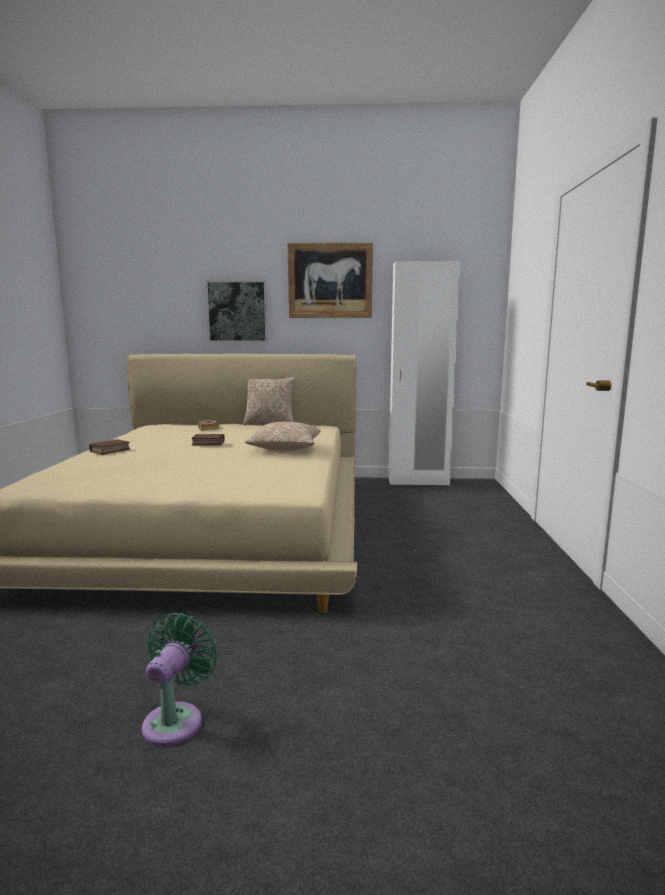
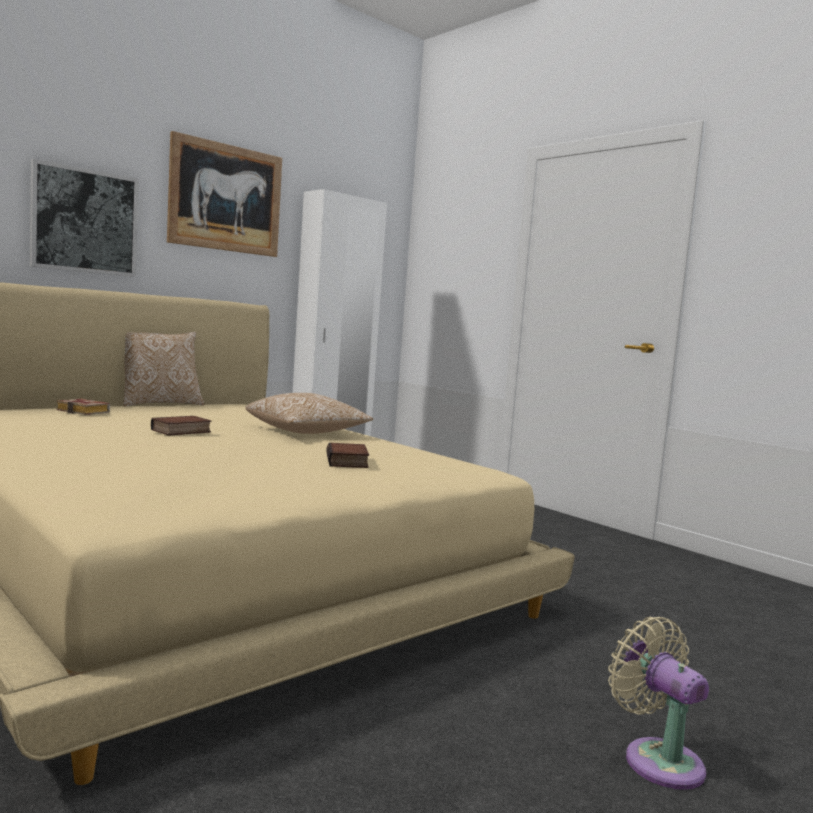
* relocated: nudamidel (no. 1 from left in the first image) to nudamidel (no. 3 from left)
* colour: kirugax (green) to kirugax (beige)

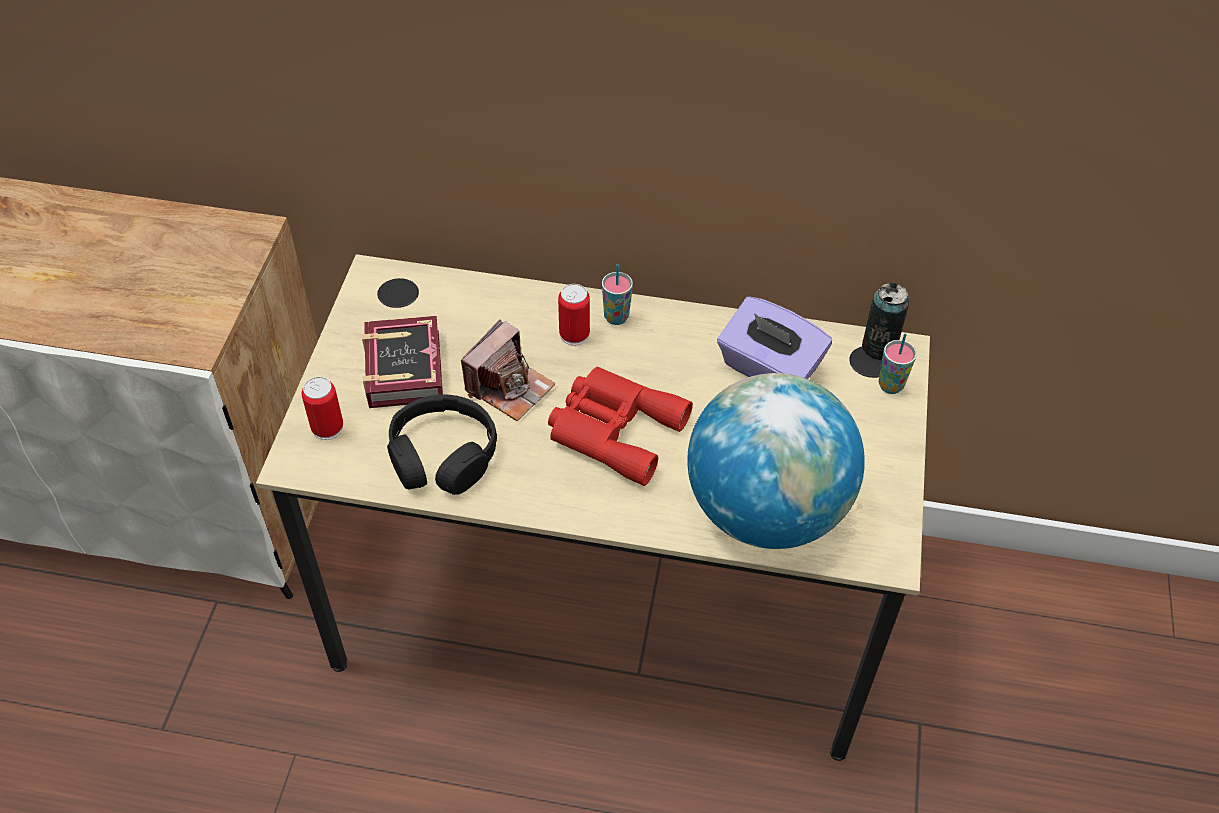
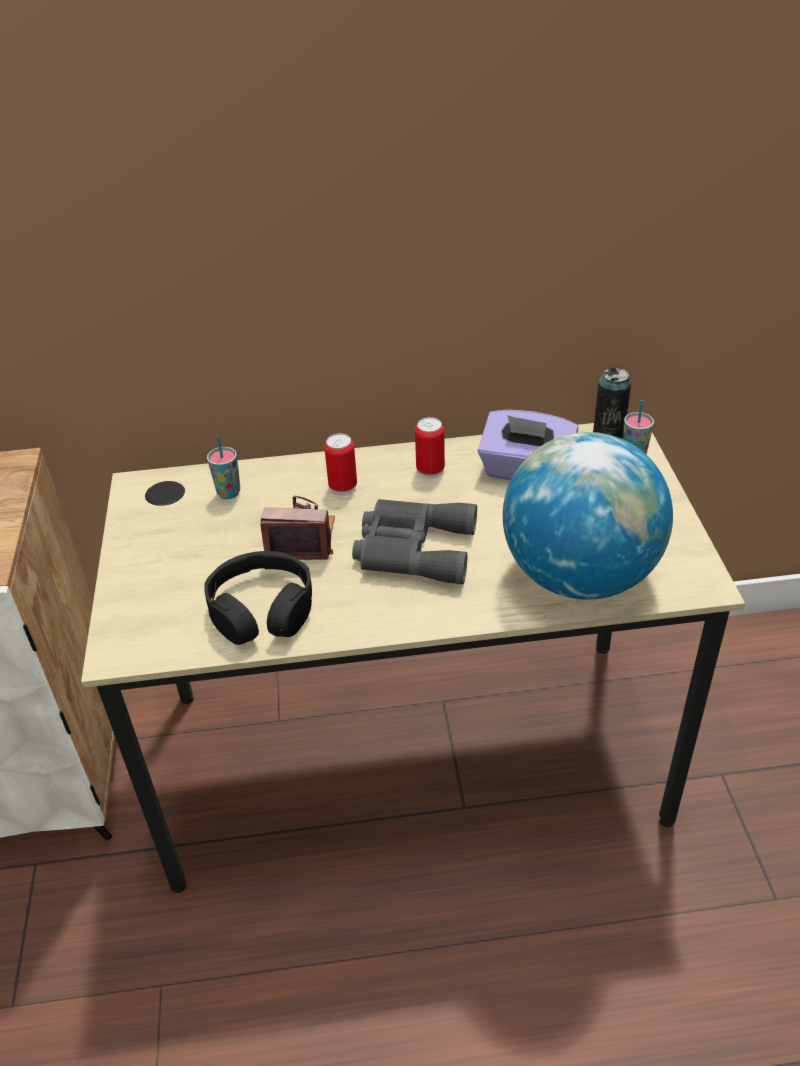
* relocated: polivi (no. 1 from left in the first image) to polivi (no. 2 from left)
* missing: nudamidel
* spun: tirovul 105 degrees counterclockwise
* colour: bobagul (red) to bobagul (grey)
* relocated: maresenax (no. 1 from left)

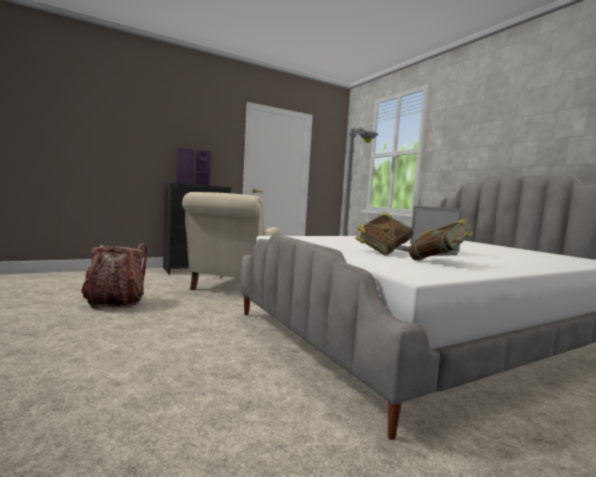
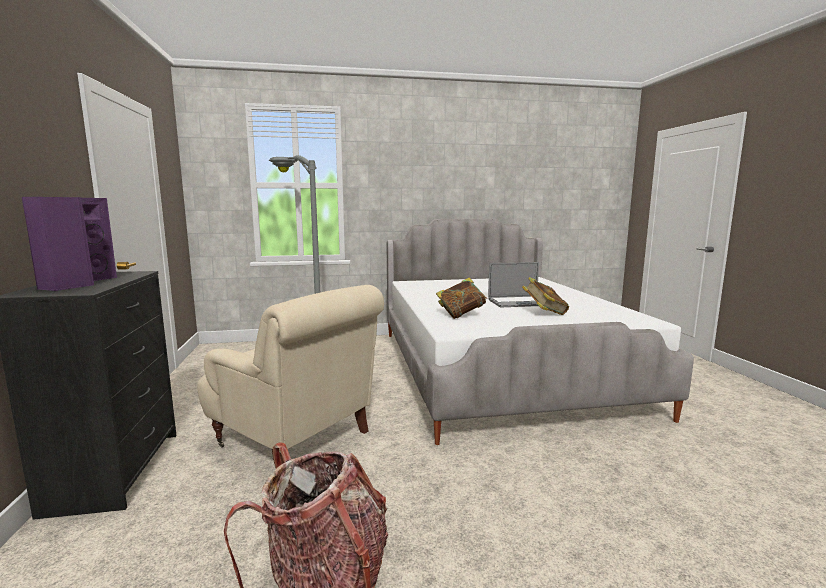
* relocated: nudamidel (no. 2 from left in the first image) to nudamidel (no. 1 from left)

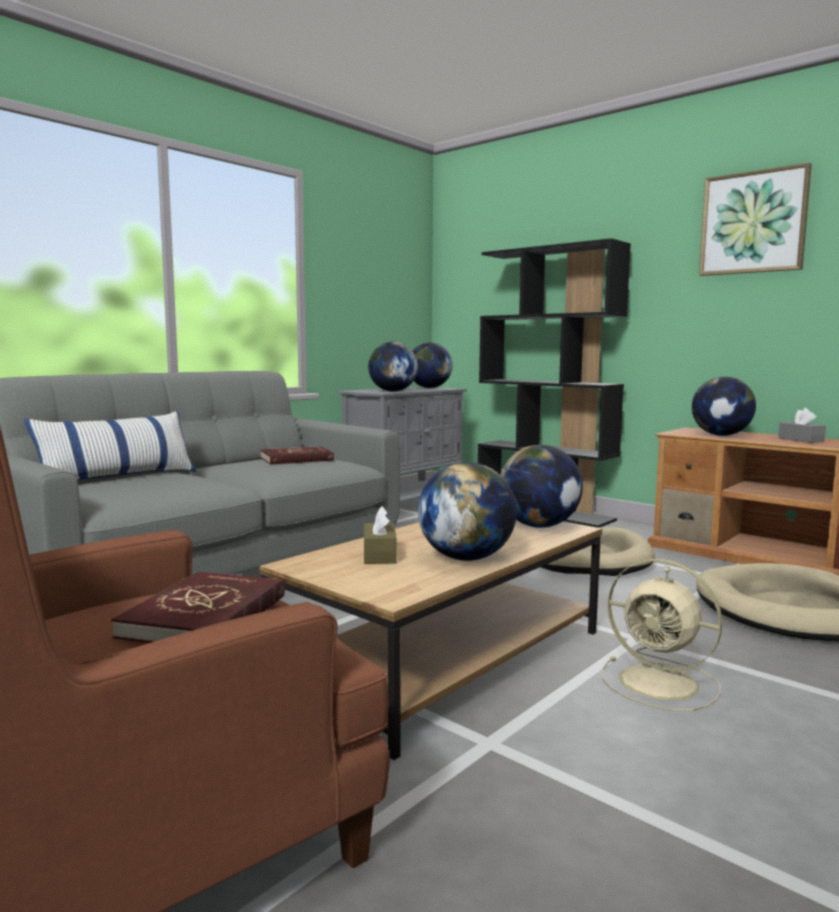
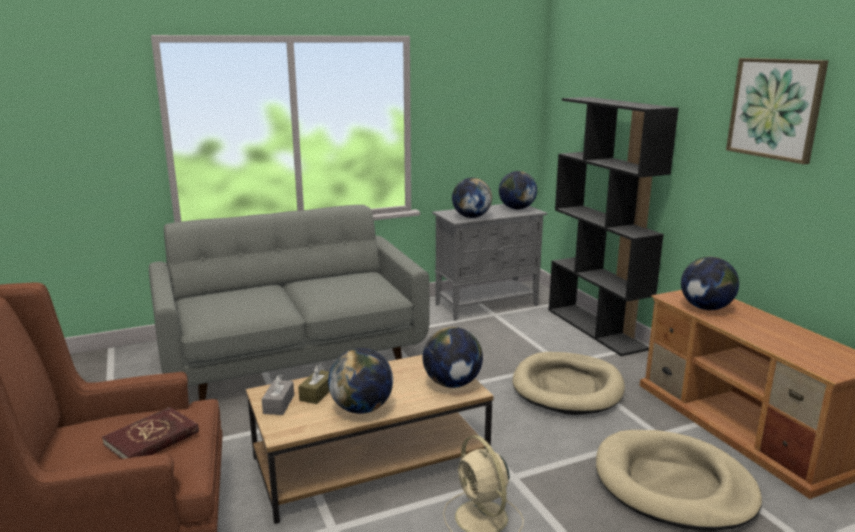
* missing: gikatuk
* missing: nudamidel (red) (no. 2 from left)
* relocated: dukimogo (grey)

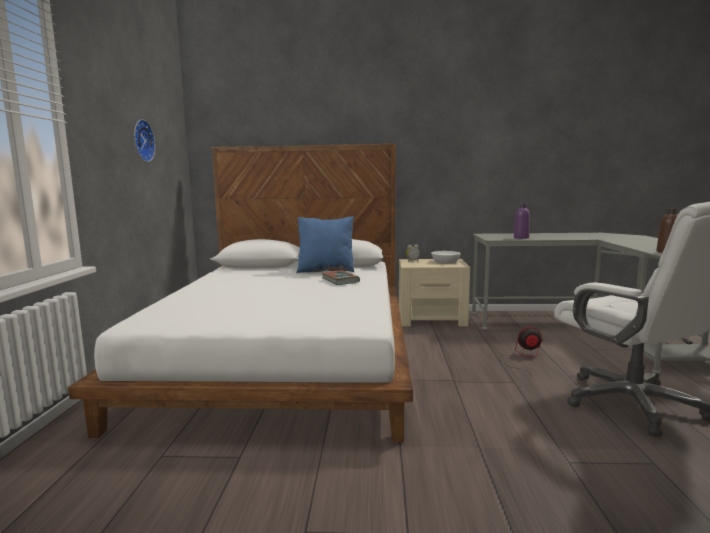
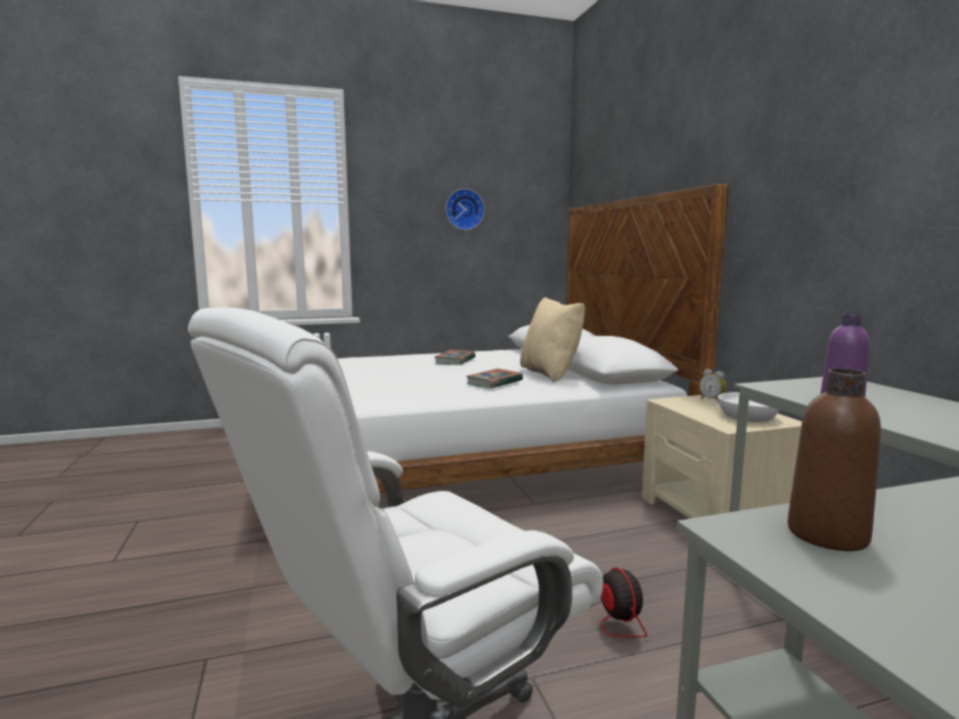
* colour: gikatuk (blue) to gikatuk (beige)
* appeared: nudamidel (no. 1 from left)

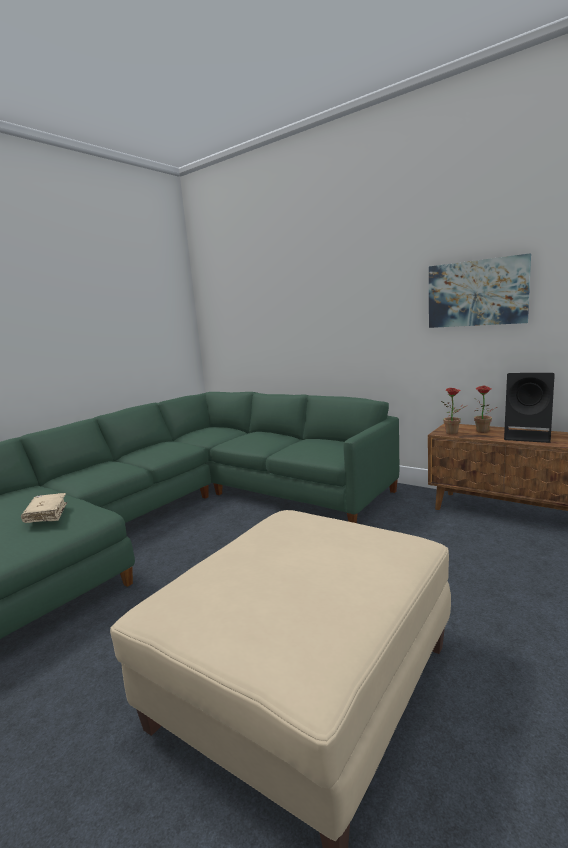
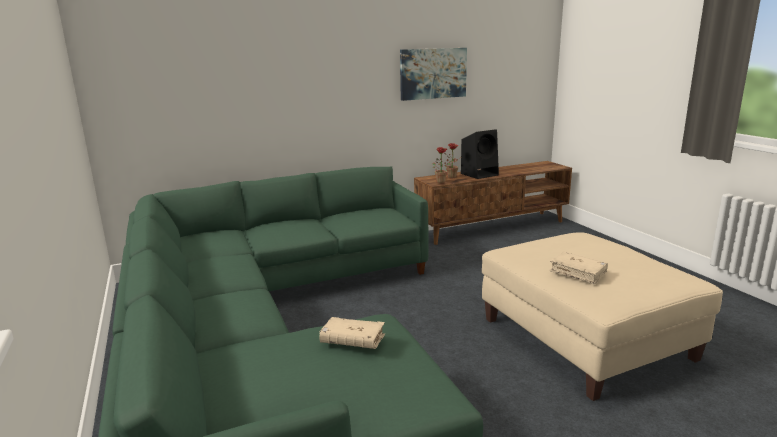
* appeared: nudamidel (beige) (no. 2 from left)

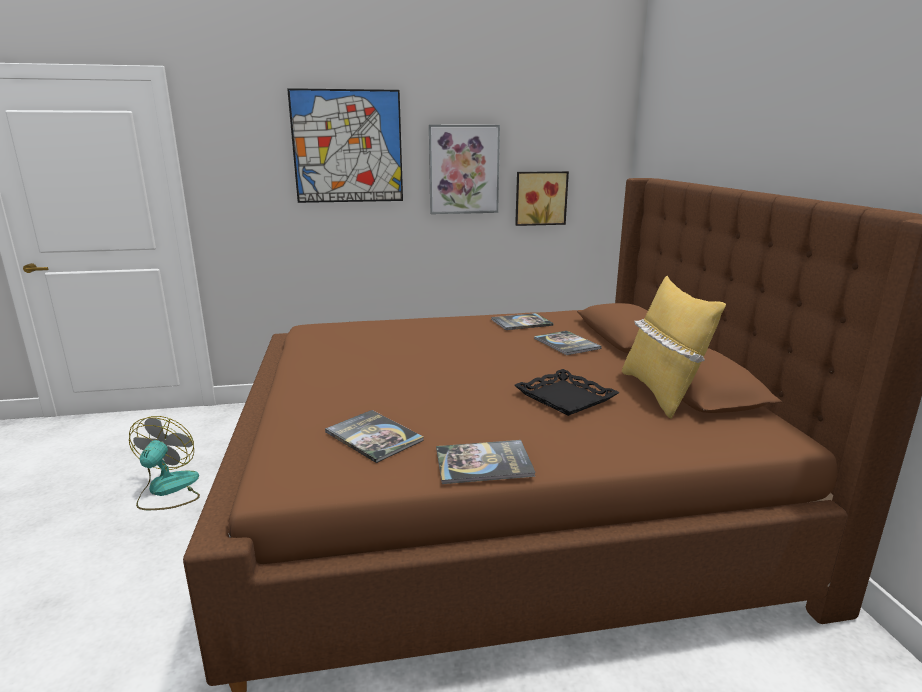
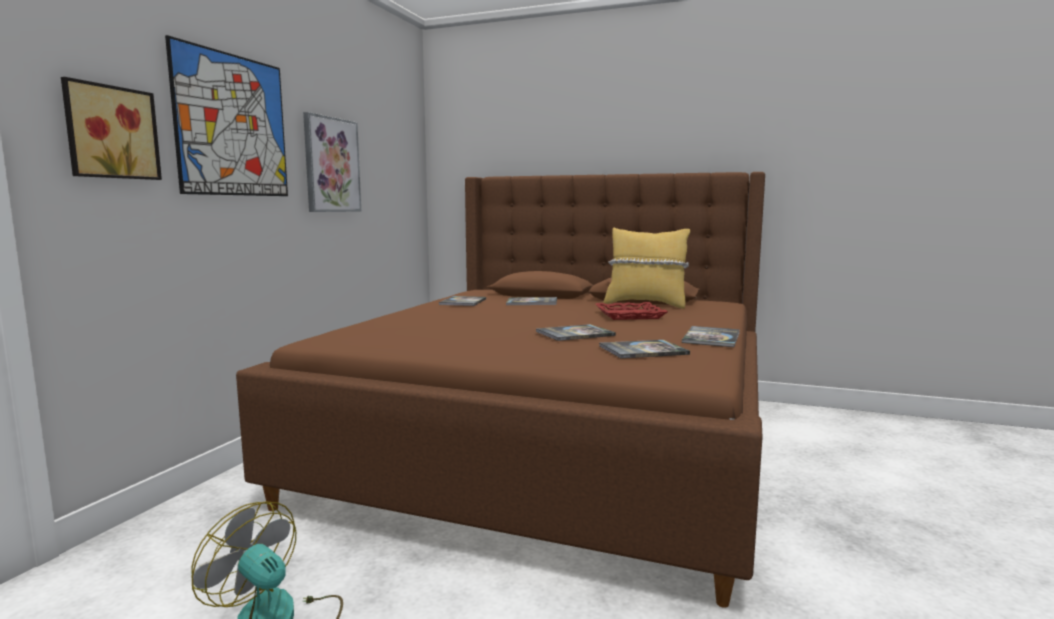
* colour: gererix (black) to gererix (red)
* relocated: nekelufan (no. 3 from left in the first image) to nekelufan (no. 1 from left)
* appeared: nudamidel (no. 3 from left)

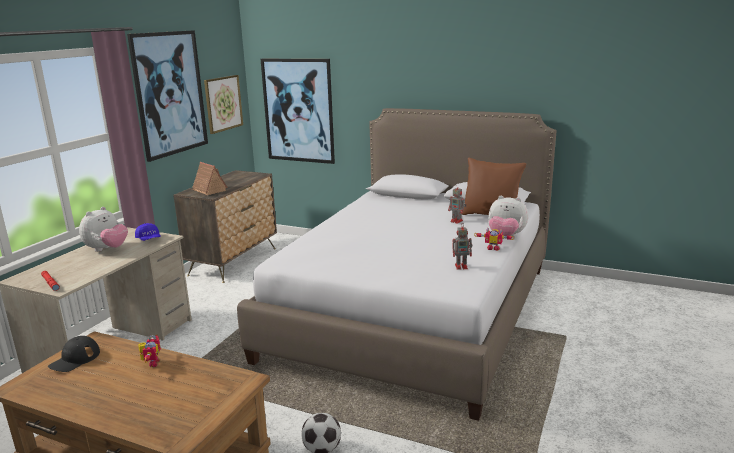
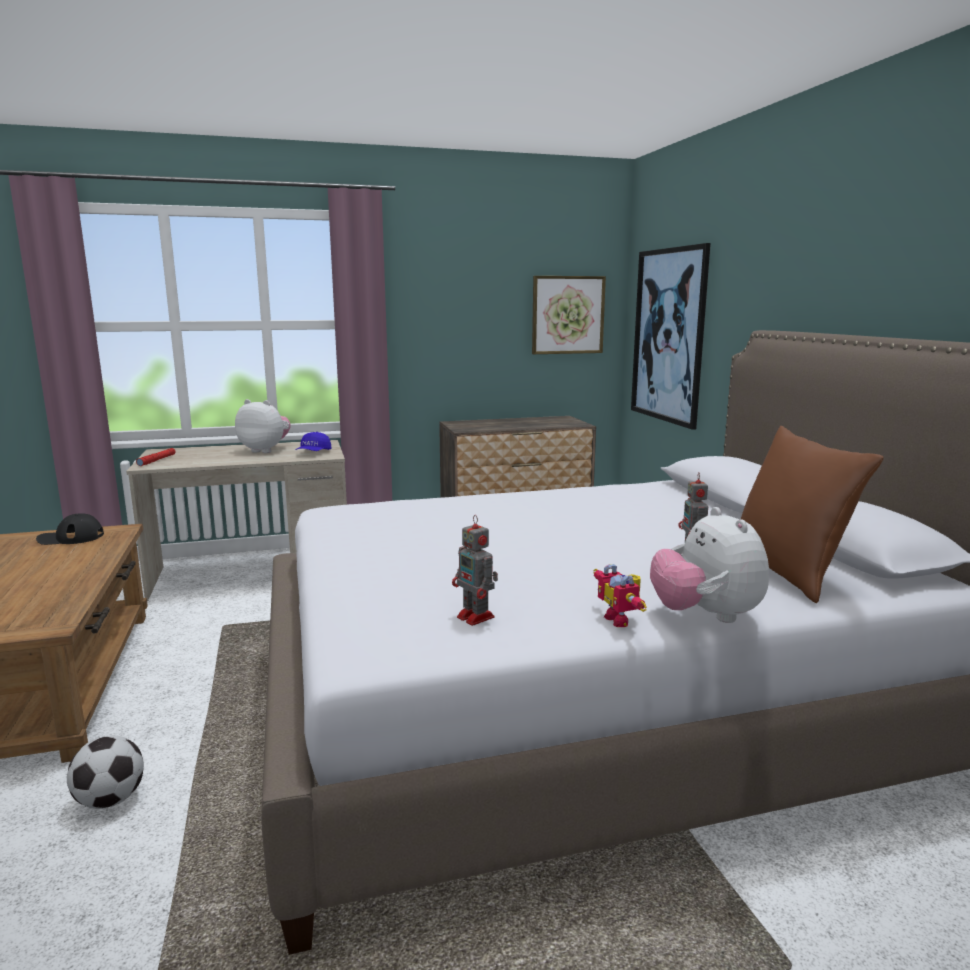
* spun: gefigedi (no. 1 from left) 150 degrees counterclockwise
* missing: nekelufan (no. 1 from left)
* missing: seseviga (no. 1 from left)
* missing: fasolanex

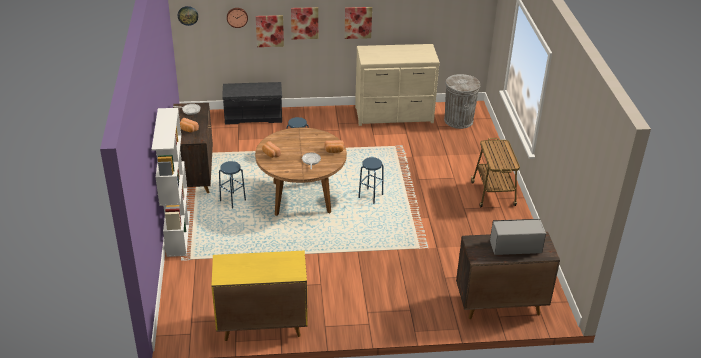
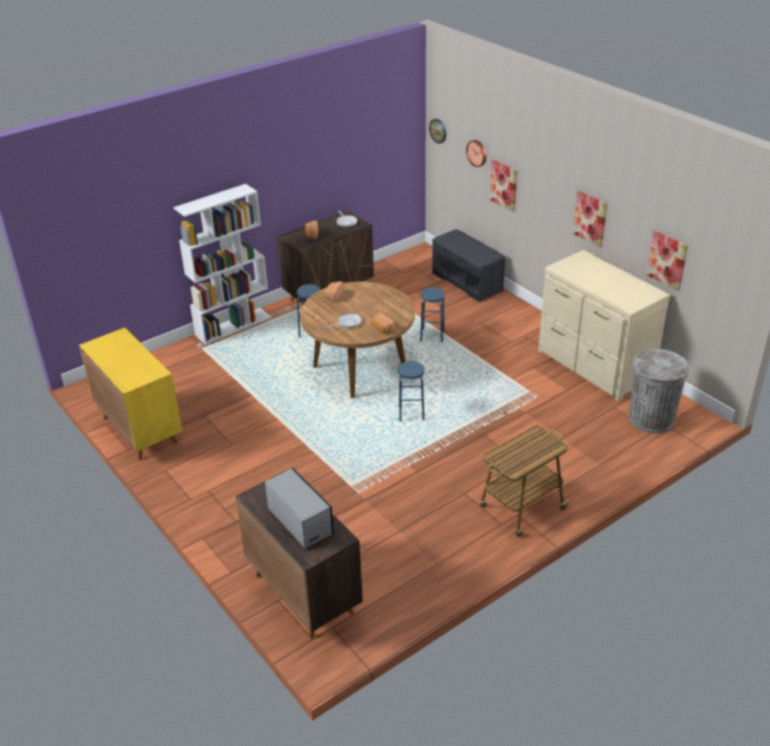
* relocated: nekelufan (no. 2 from left in the first image) to nekelufan (no. 3 from left)

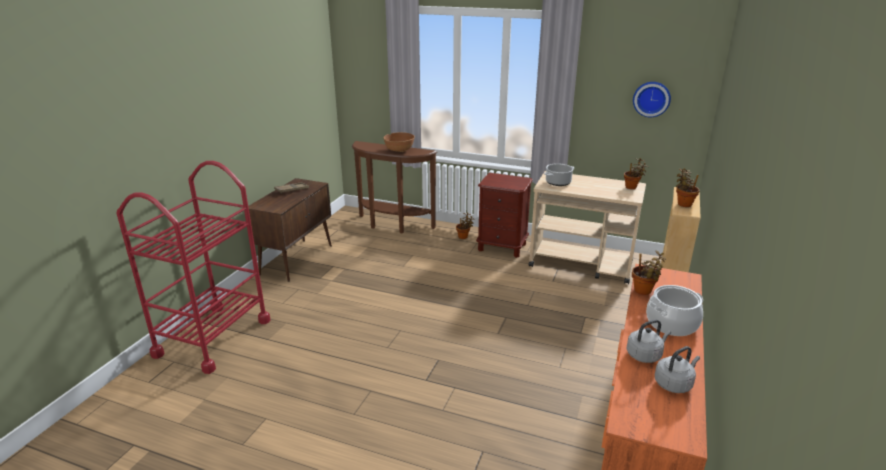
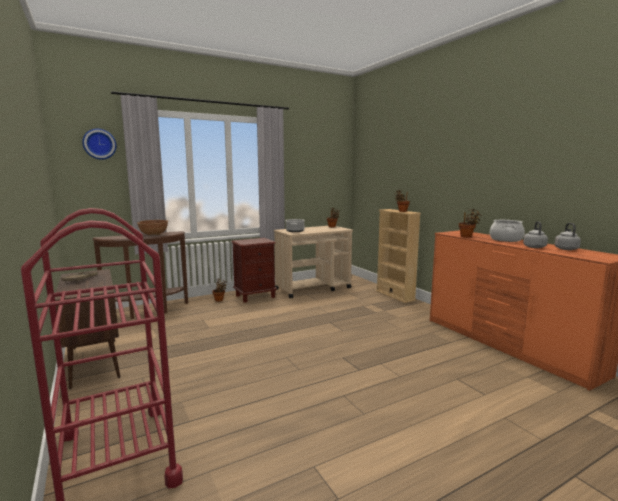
* relocated: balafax

